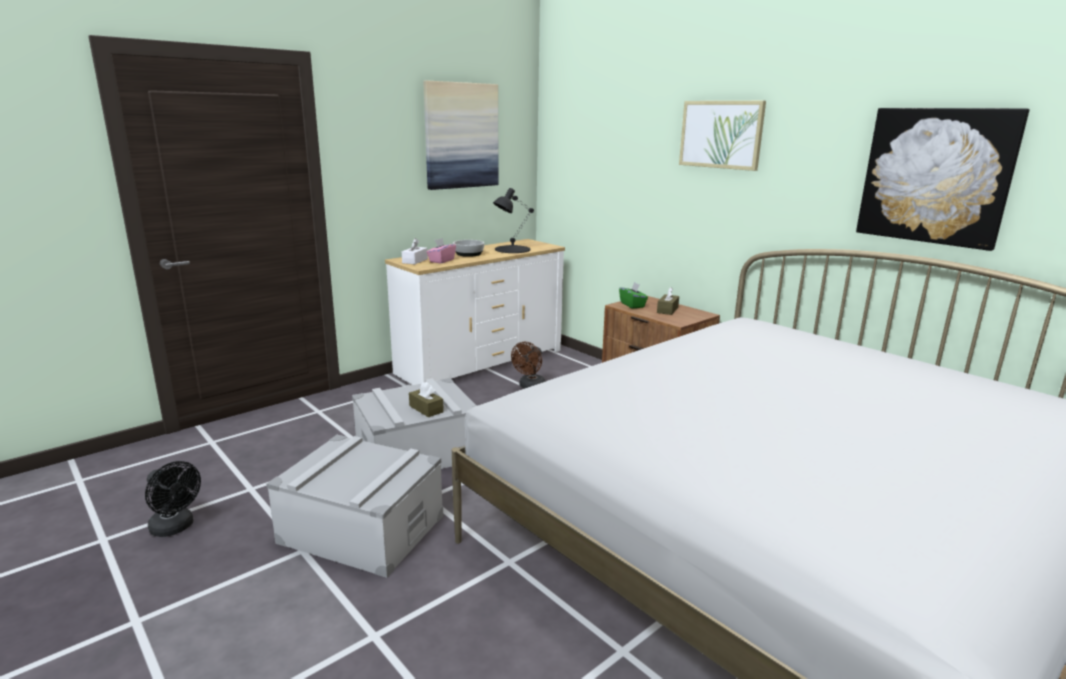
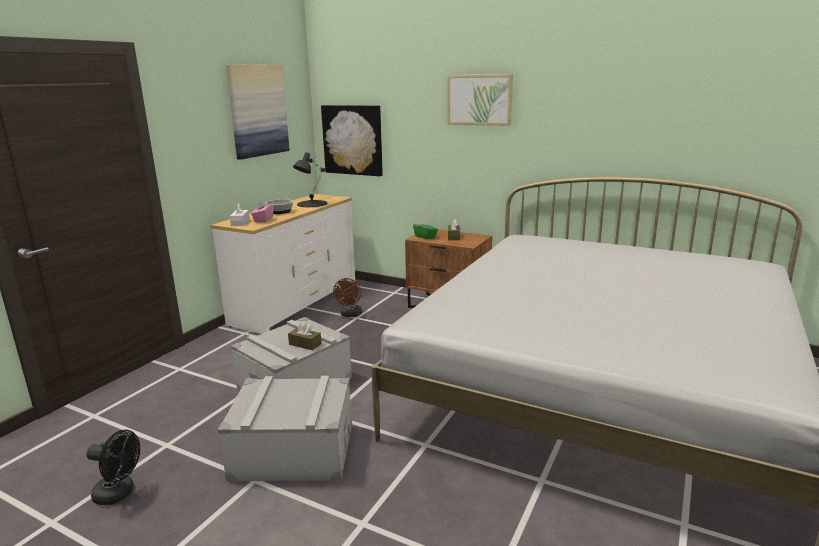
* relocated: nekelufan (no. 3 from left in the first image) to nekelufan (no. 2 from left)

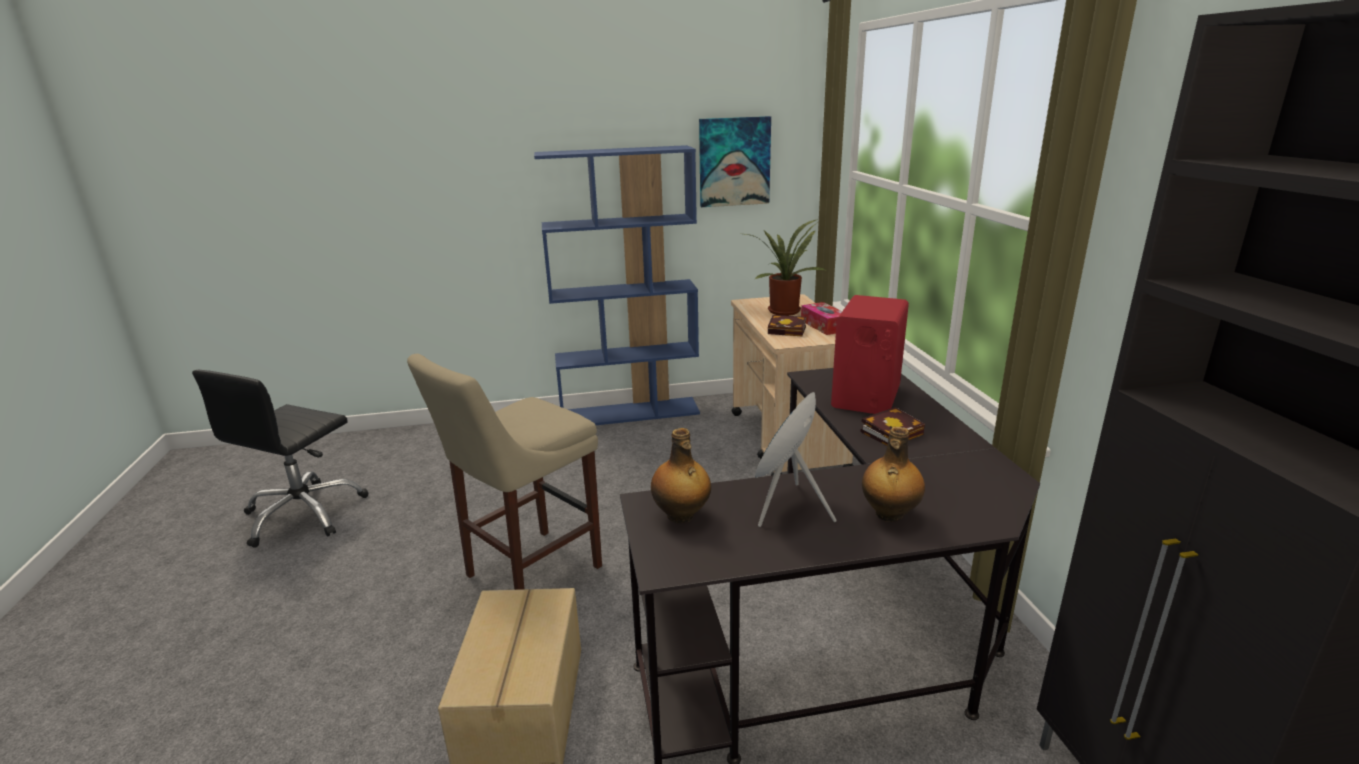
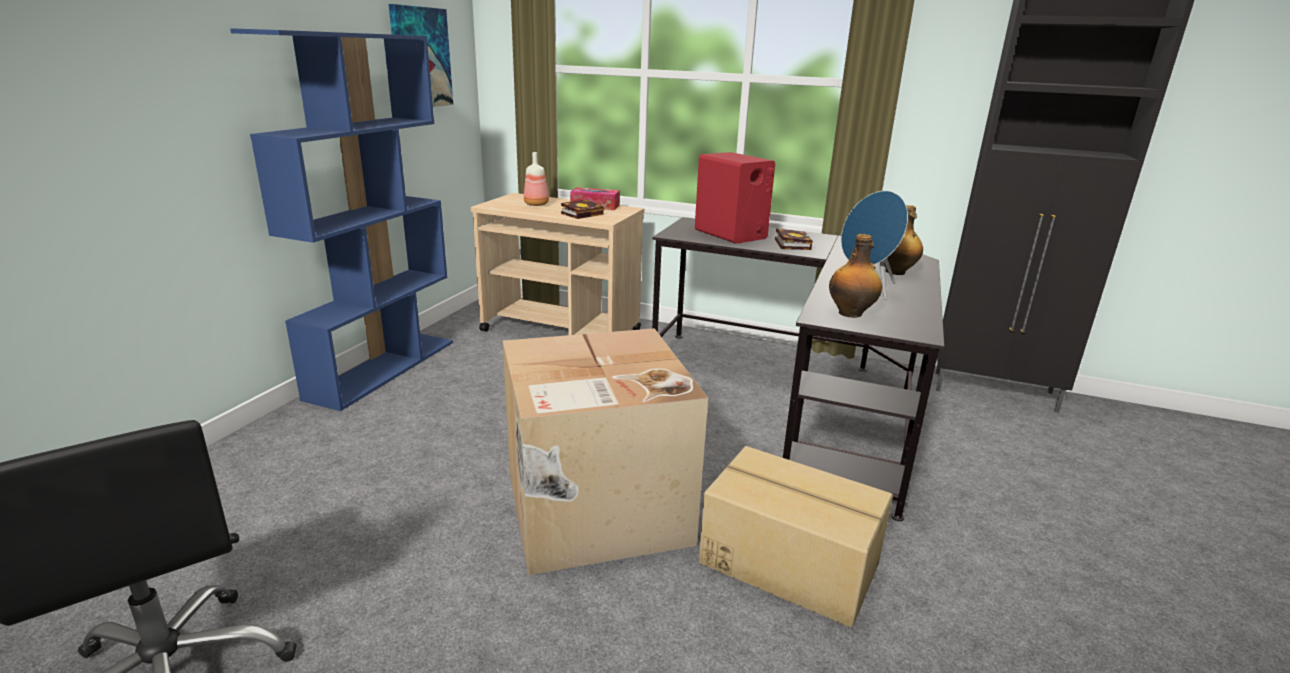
* exchanged: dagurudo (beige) to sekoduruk (no. 1 from left)
* exchanged: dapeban to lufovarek (no. 1 from left)

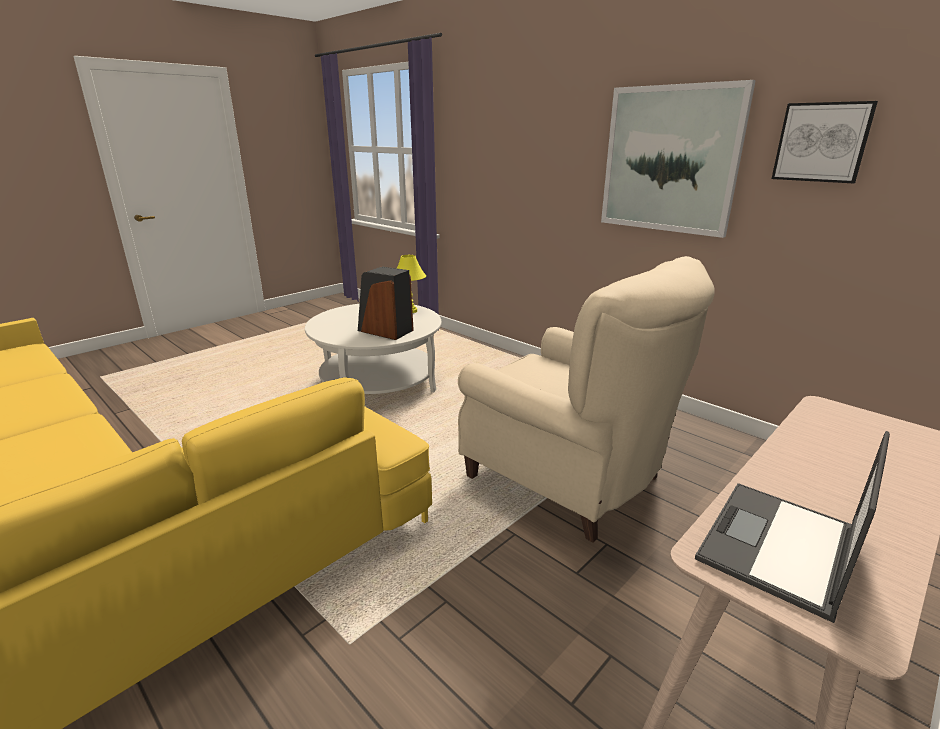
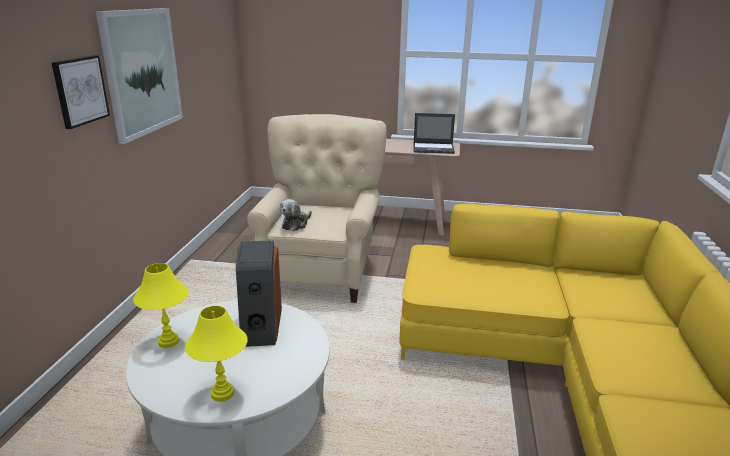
* relocated: nekelufan (no. 2 from left in the first image) to nekelufan (no. 1 from left)
* appeared: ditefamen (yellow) (no. 2 from left)
* appeared: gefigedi

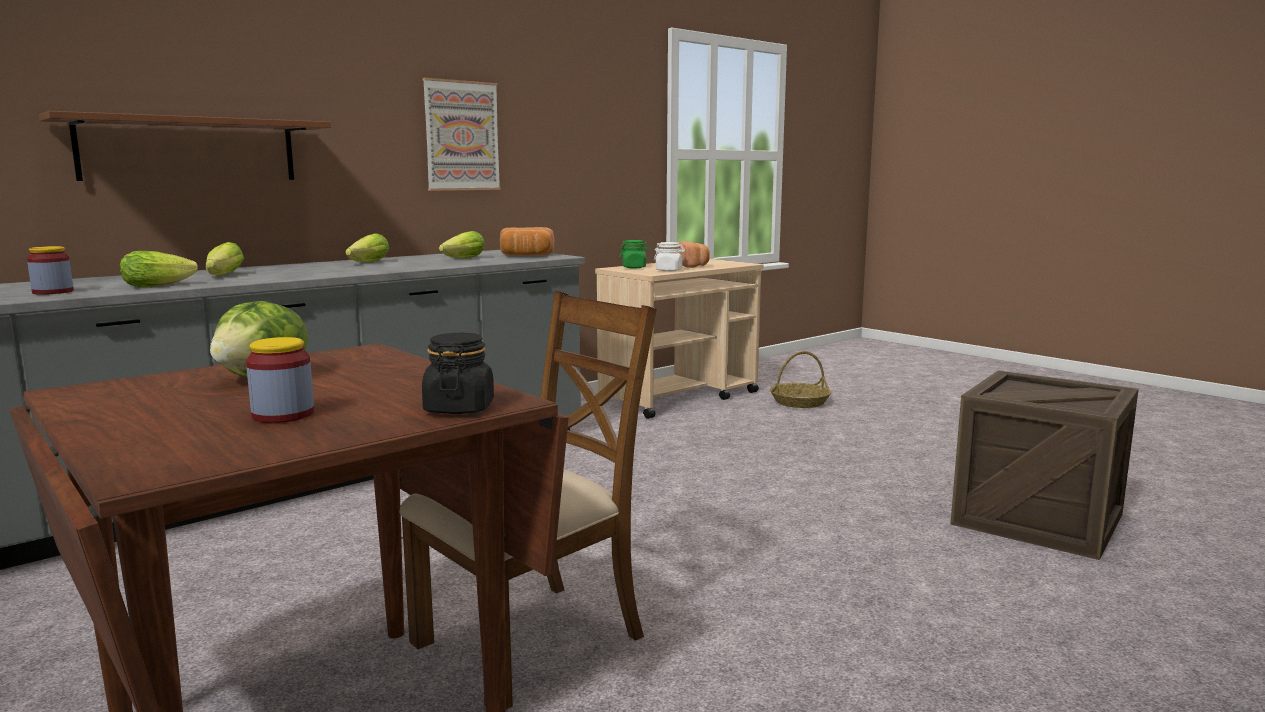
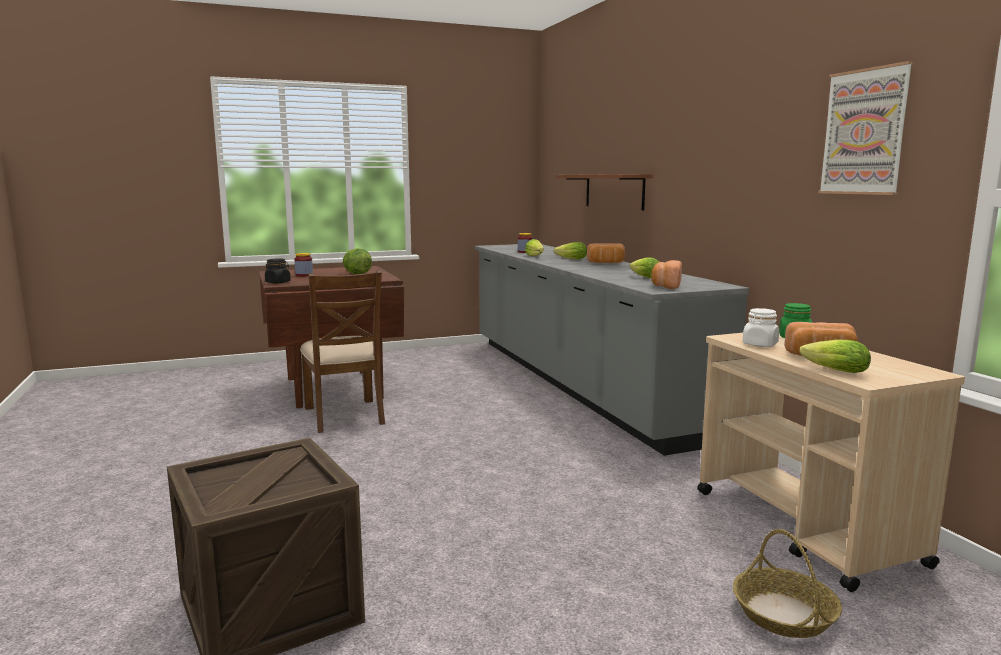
* relocated: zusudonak (no. 4 from left in the first image) to zusudonak (no. 5 from left)
* relocated: nekelufan
* appeared: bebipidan (no. 1 from left)

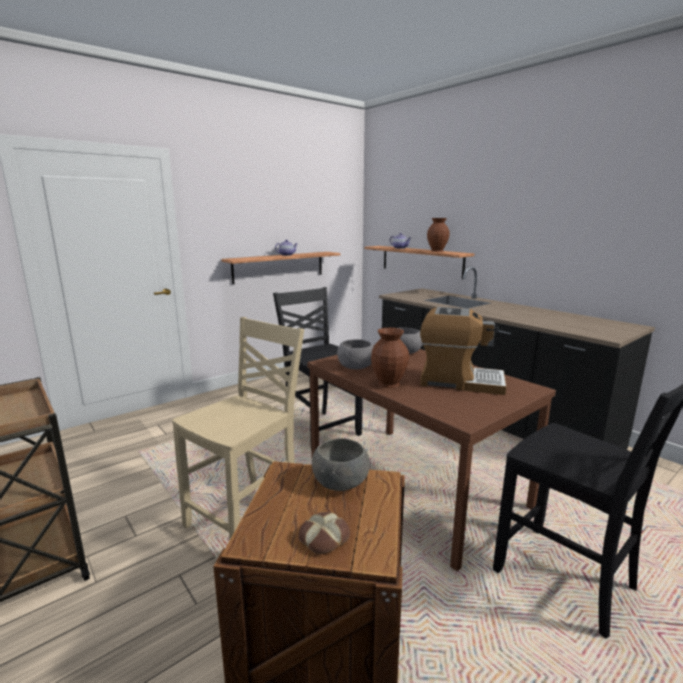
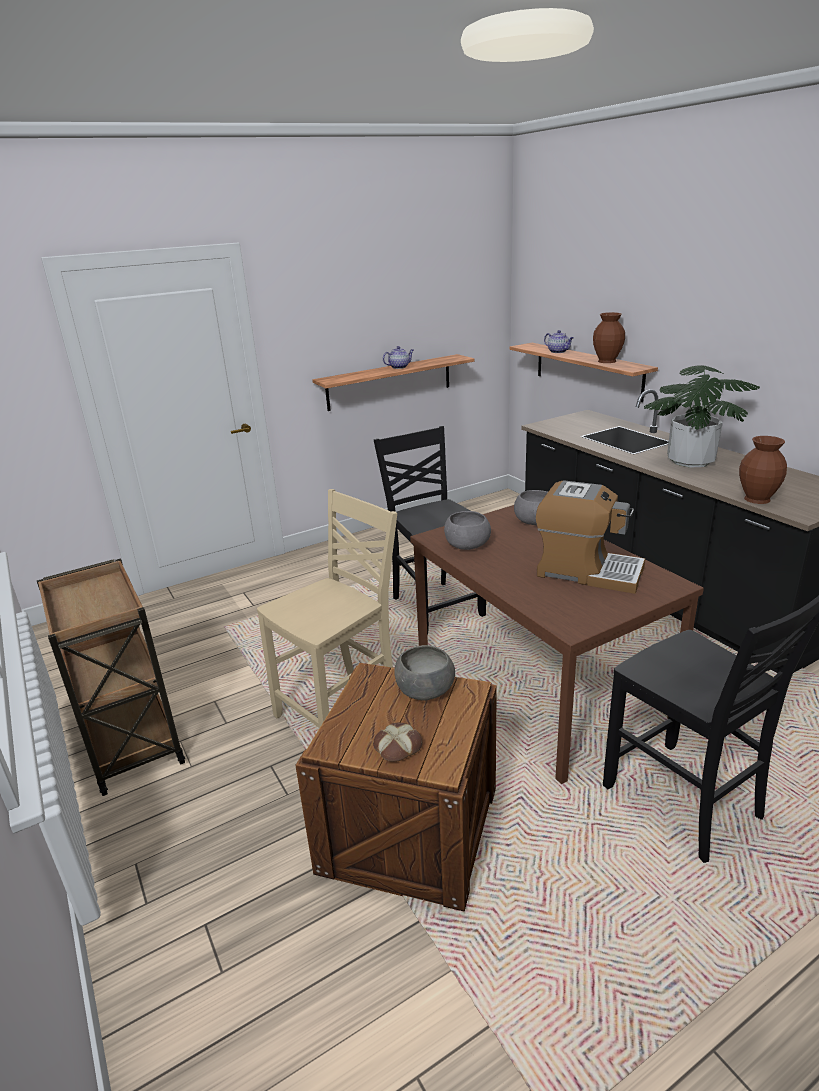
* relocated: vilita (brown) (no. 1 from left in the first image) to vilita (brown) (no. 2 from left)
* appeared: dapeban

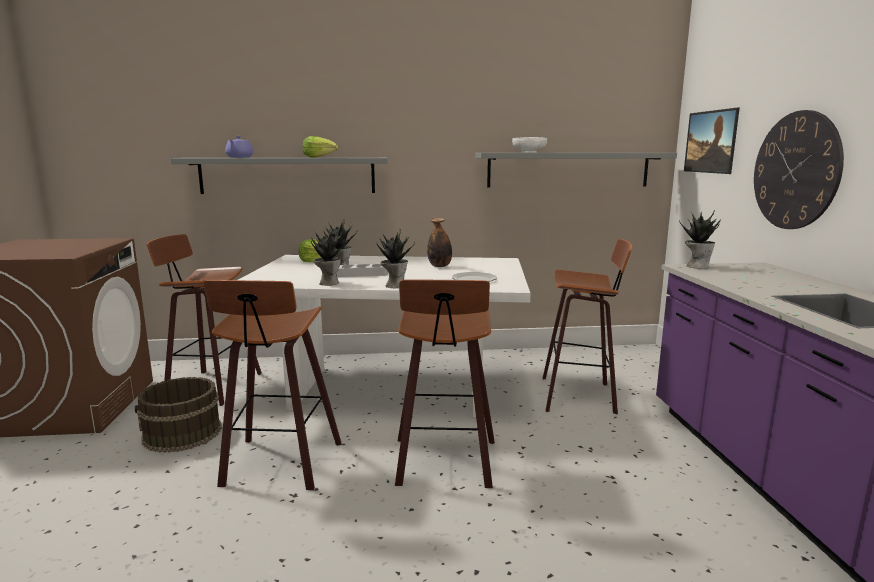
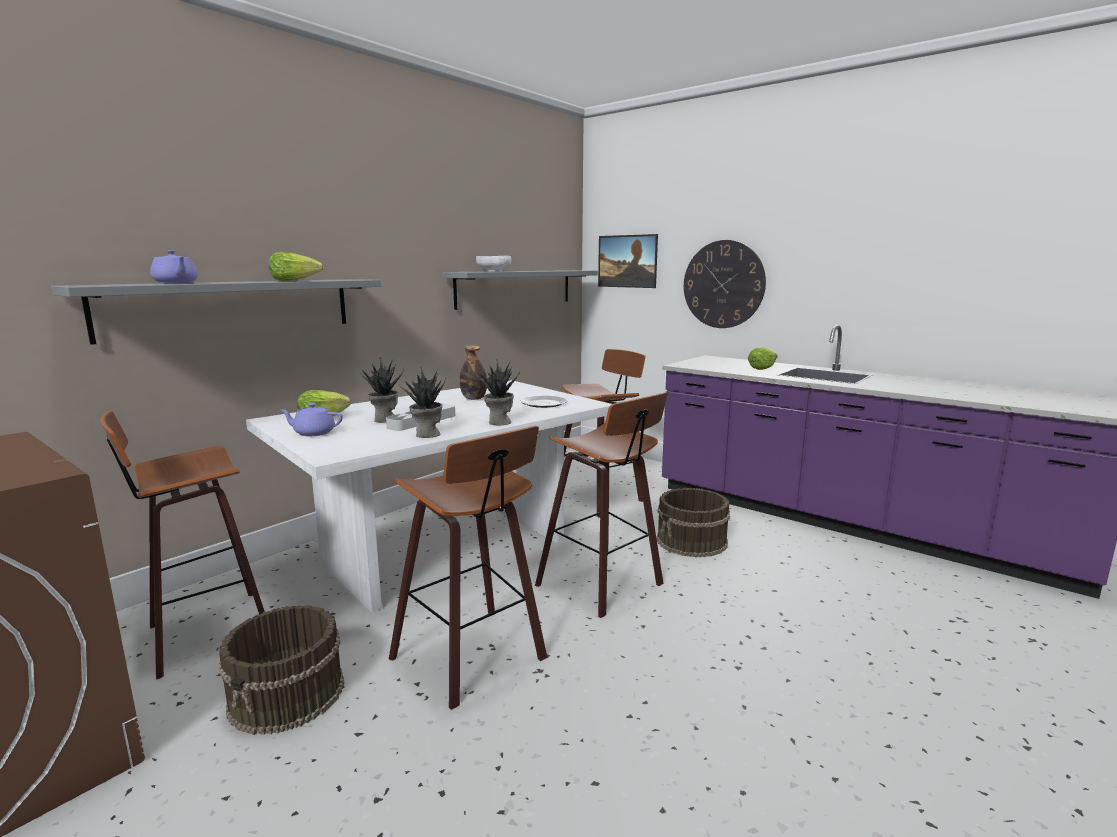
* missing: dapeban (no. 4 from left)
* appeared: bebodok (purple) (no. 2 from left)
* appeared: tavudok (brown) (no. 2 from left)
* appeared: zusudonak (no. 3 from left)

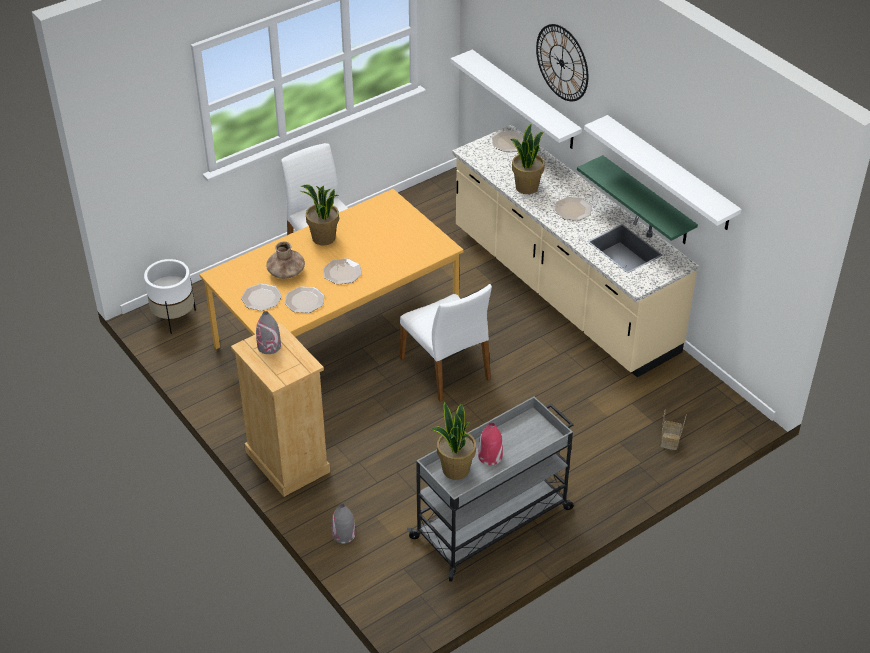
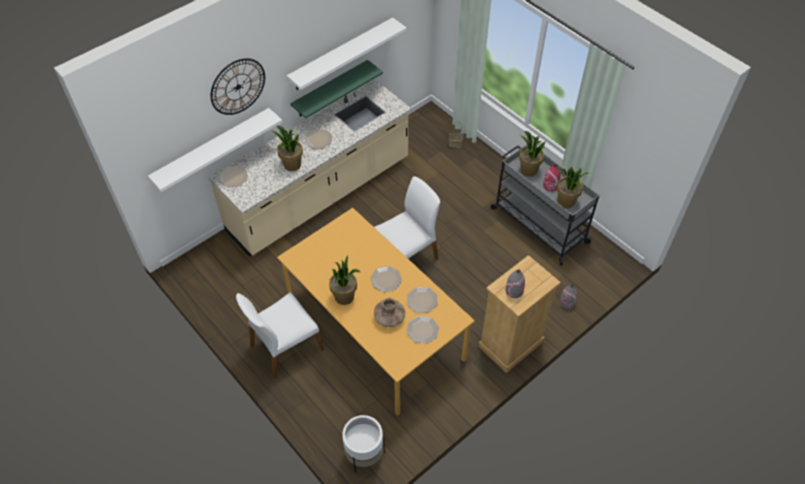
* appeared: dapeban (no. 3 from left)

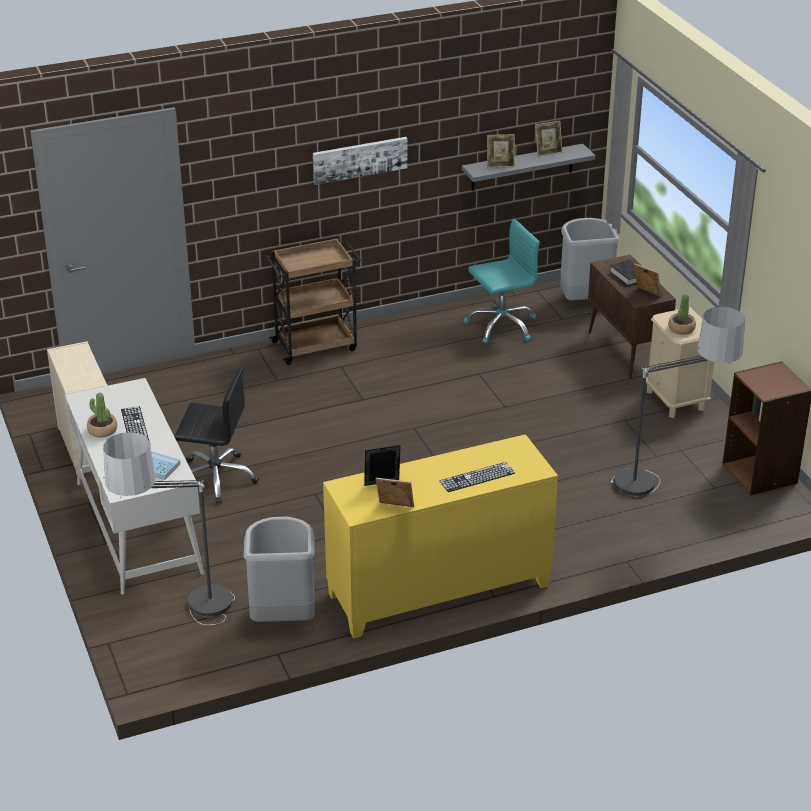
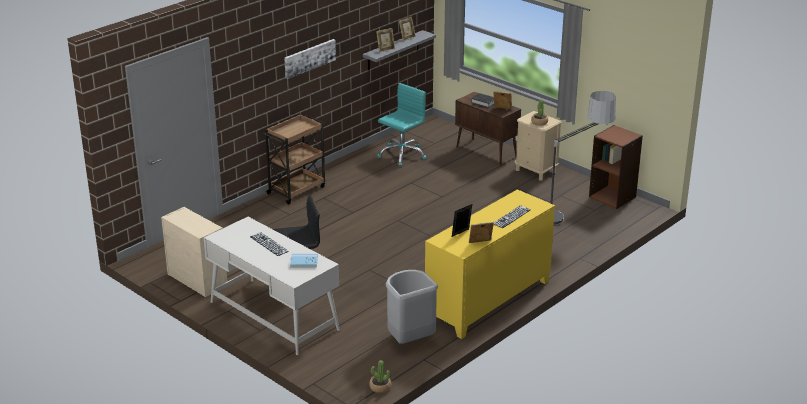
* relocated: dapeban (no. 1 from left)
* missing: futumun (no. 1 from left)
* missing: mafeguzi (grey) (no. 2 from left)

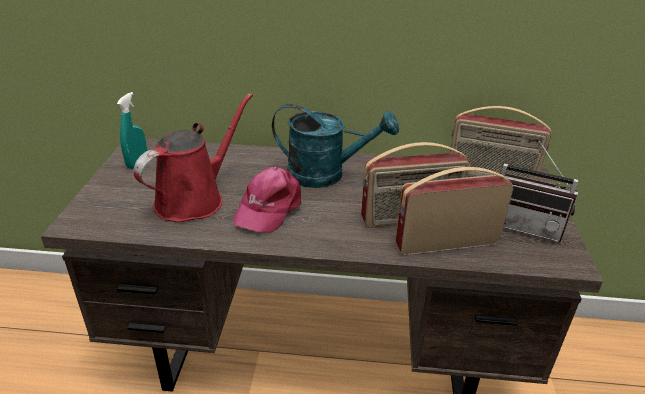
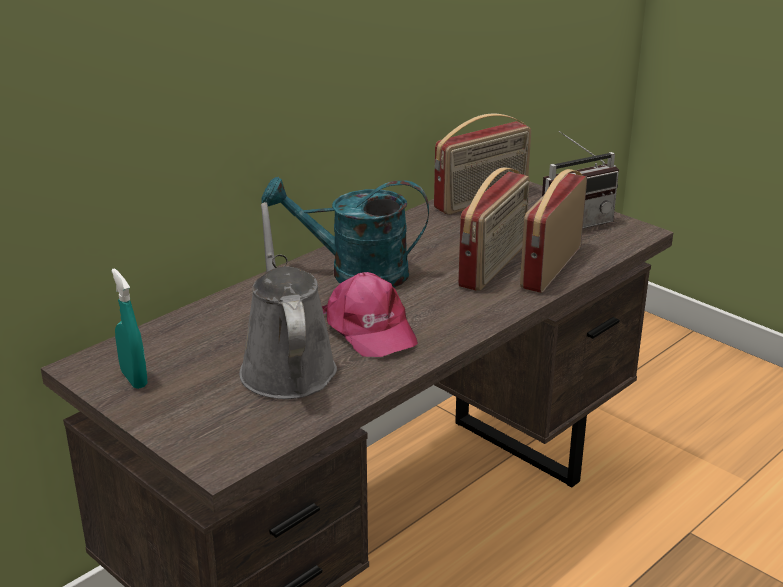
* colour: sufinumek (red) to sufinumek (grey)
* spun: sufinumek (turquoise) 135 degrees counterclockwise

